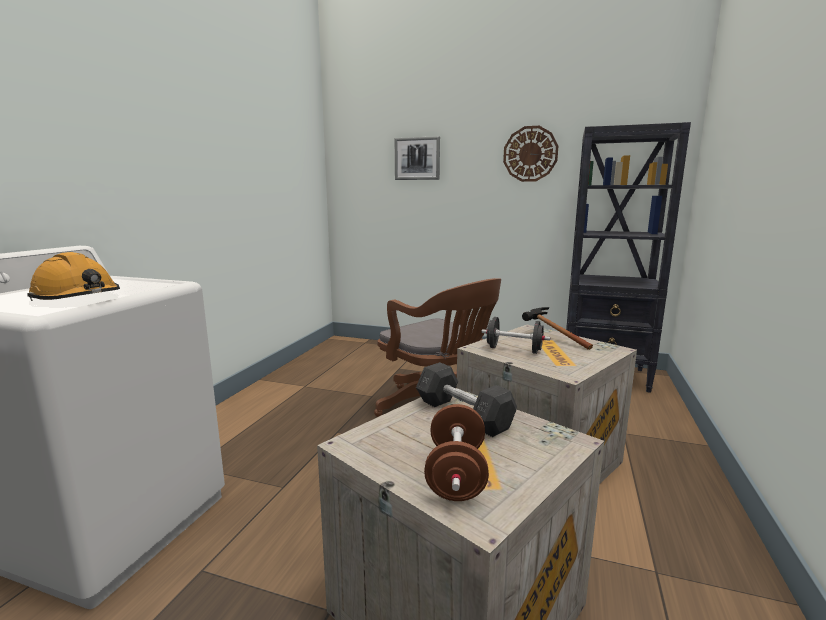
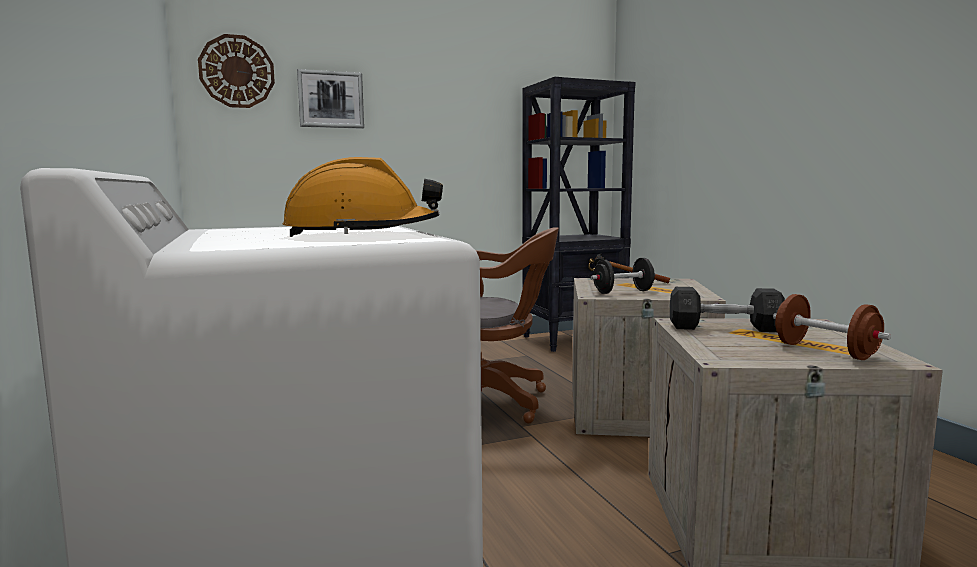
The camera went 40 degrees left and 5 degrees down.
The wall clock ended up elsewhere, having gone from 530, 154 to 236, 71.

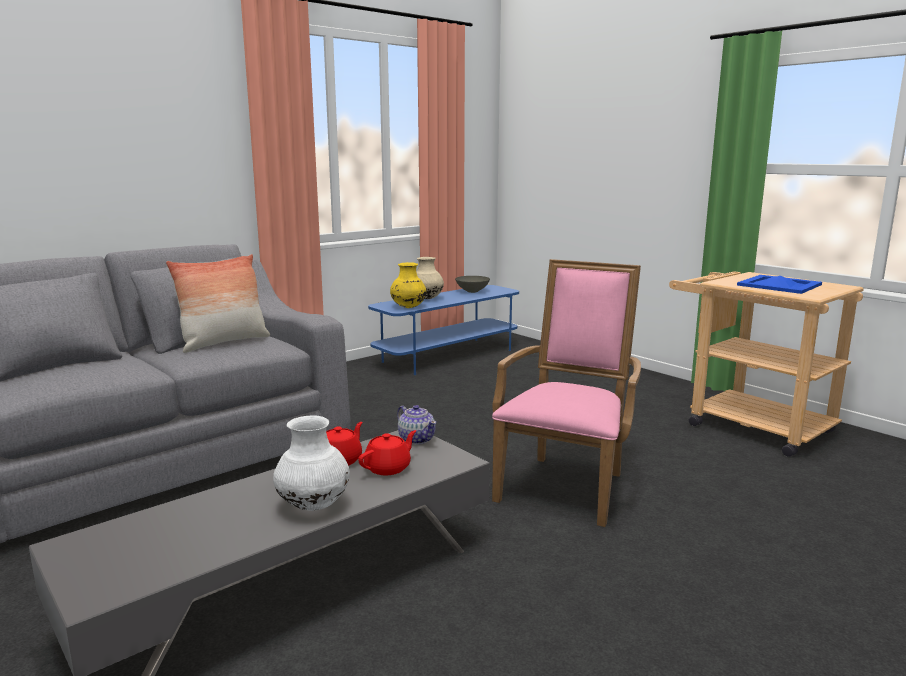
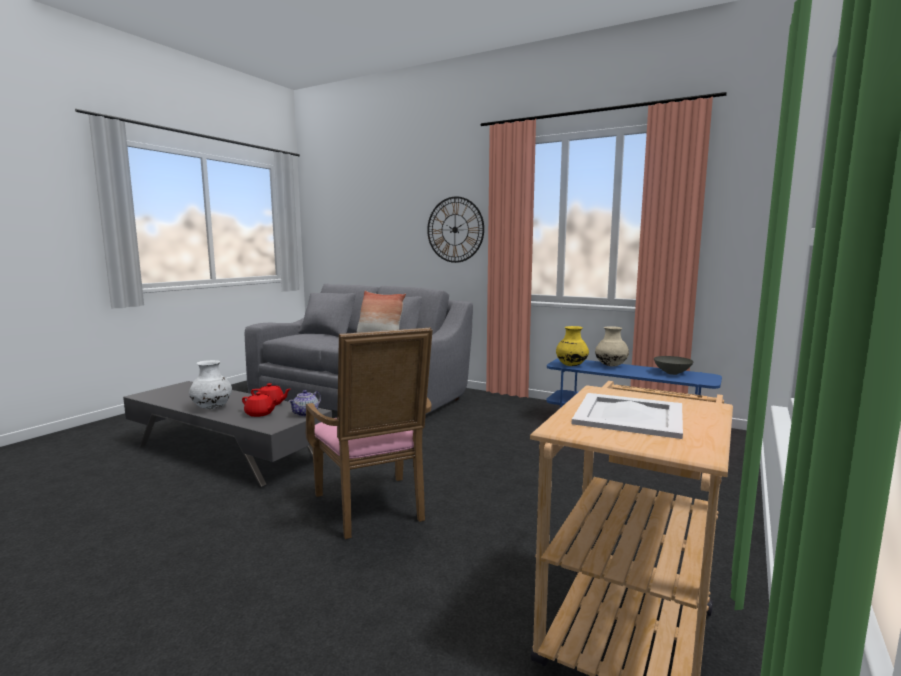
The camera went 70 degrees right and 5 degrees down.
The pink armchair at 566, 393 ended up facing another way, 60 degrees clockwise from before.
The second view gained the wall clock at 455, 230.
What was the blue tray at 779, 284 turned into the white tray at 627, 416.

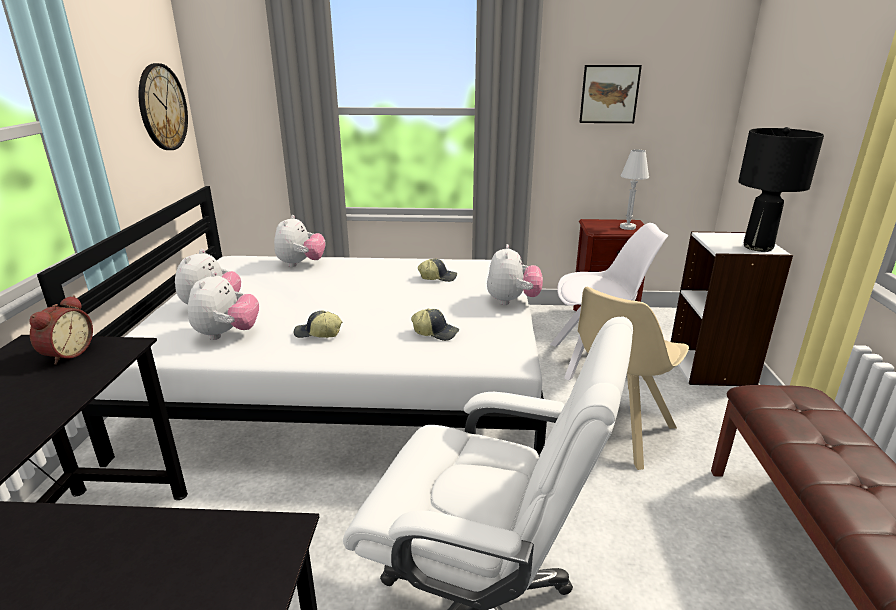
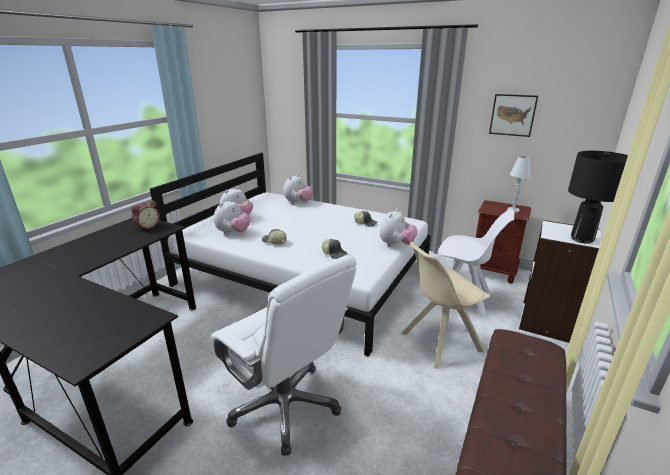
The camera went 25 degrees right and 0 degrees up.
The second view lost the wall clock at 163, 106.

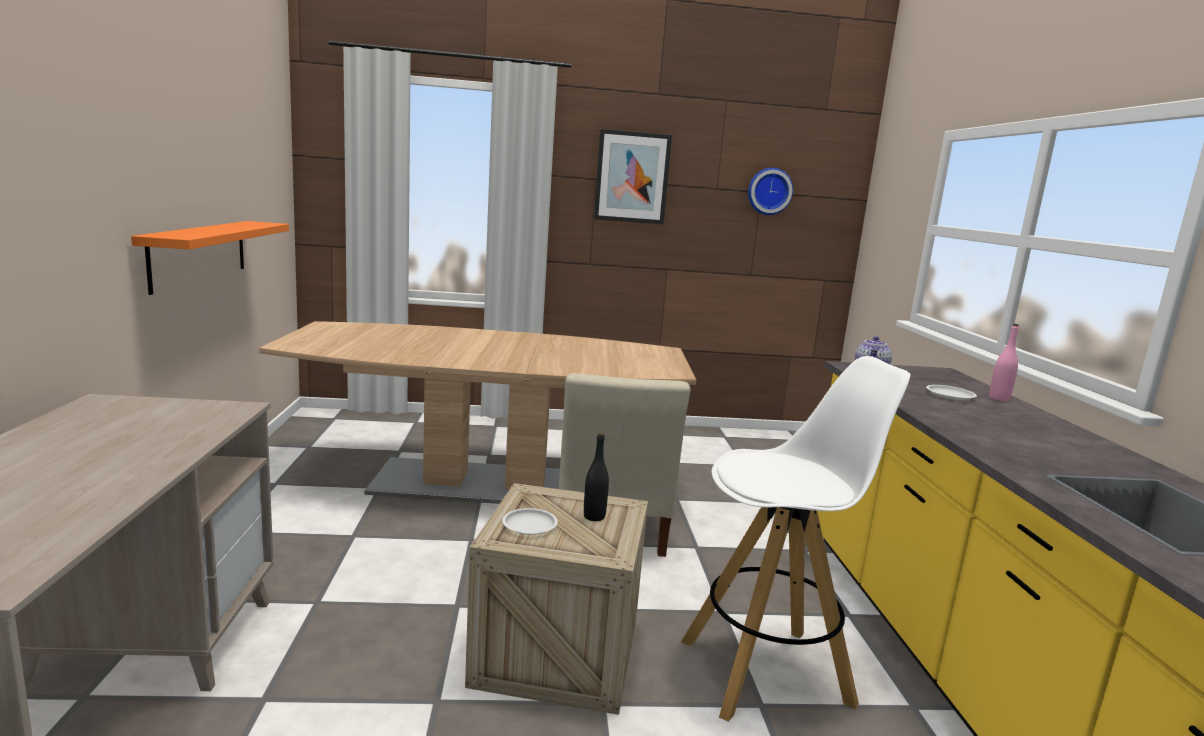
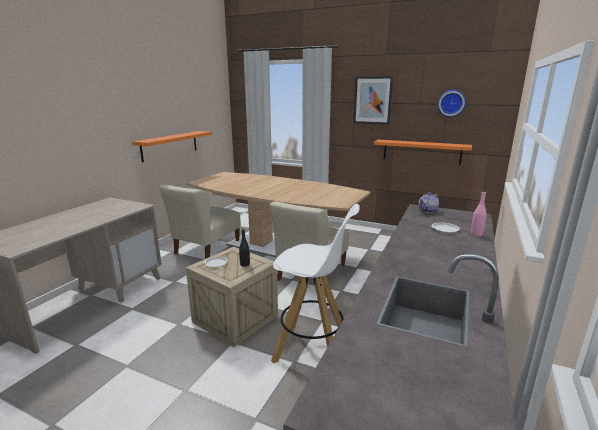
The camera went 30 degrees right and 5 degrees up.
The second view gained the beige chair at 200, 222.
The second view gained the orange shelf at 423, 152.

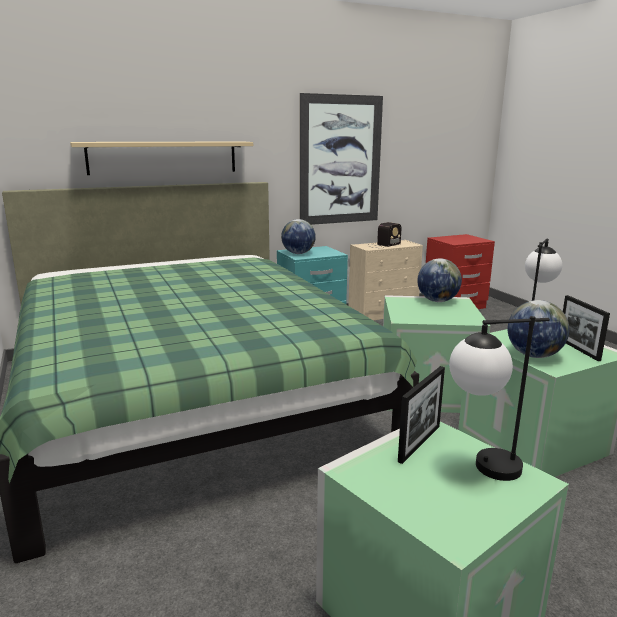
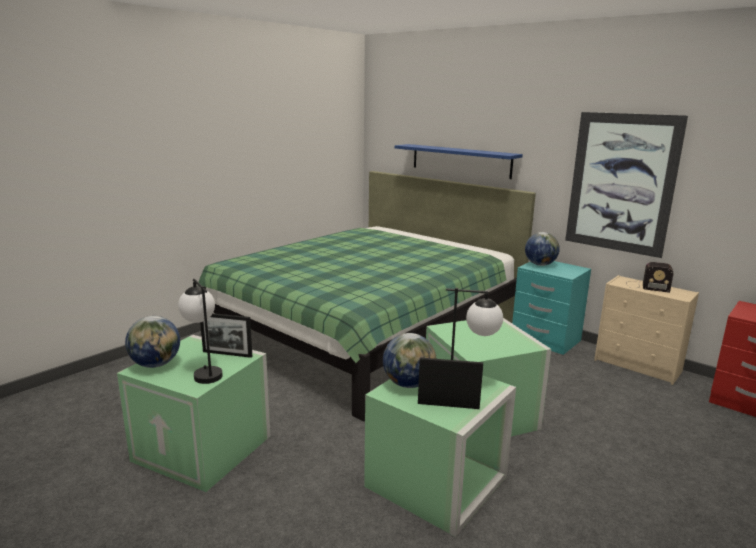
The camera went 65 degrees right and 0 degrees up.
The globe ended up elsewhere, having gone from 439, 280 to 152, 342.
What was the beige shelf at 161, 158 turned into the blue shelf at 459, 161.
The picture frame at 586, 328 ended up facing another way, 45 degrees clockwise from before.

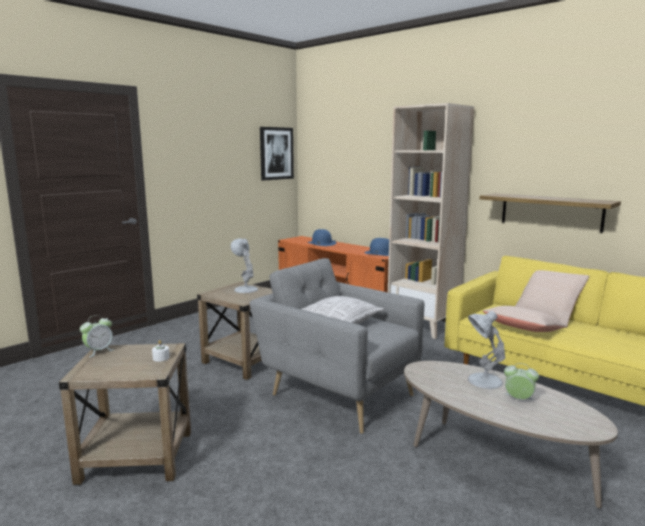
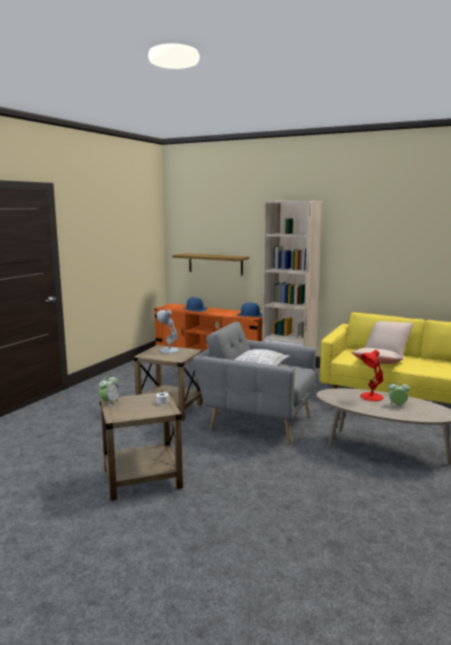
The camera went 15 degrees left and 0 degrees up.
The shelf ended up elsewhere, having gone from 550, 213 to 210, 264.
What was the white table lamp at 486, 350 turned into the red table lamp at 371, 375.
The second view lost the picture at 277, 153.

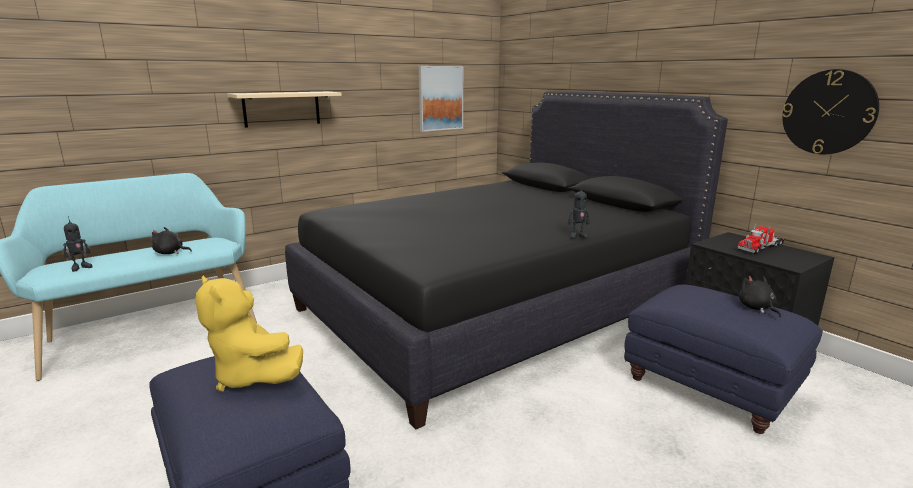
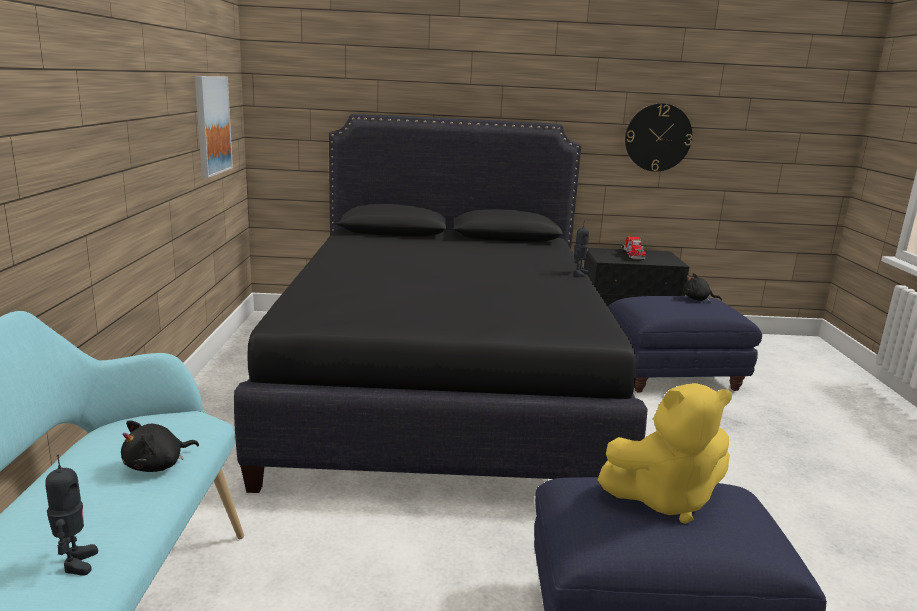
The camera went 55 degrees left and 0 degrees up.
The second view lost the beige shelf at 285, 110.

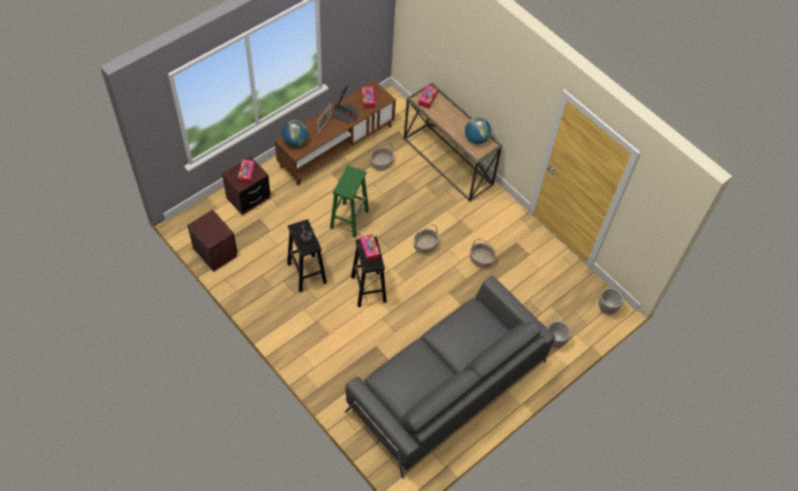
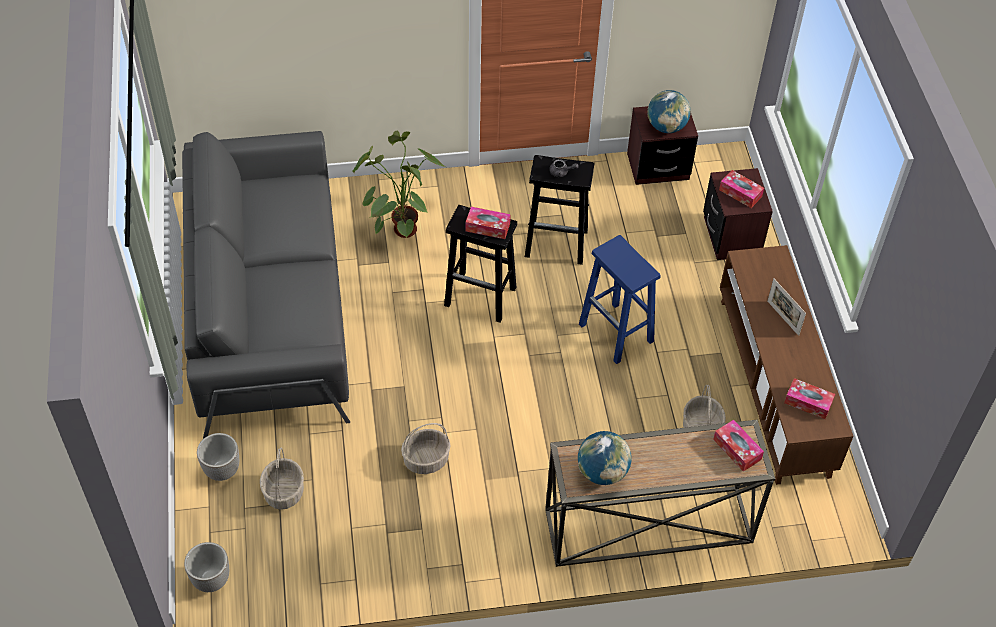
The camera went 125 degrees right and 5 degrees down.
The basket ended up elsewhere, having gone from 426, 239 to 282, 479.
The second view gained the potted plant at 399, 184.
What was the green stool at 349, 201 turned into the blue stool at 620, 299.
The globe ended up elsewhere, having gone from 295, 133 to 669, 111.
The second view lost the table lamp at 346, 104.

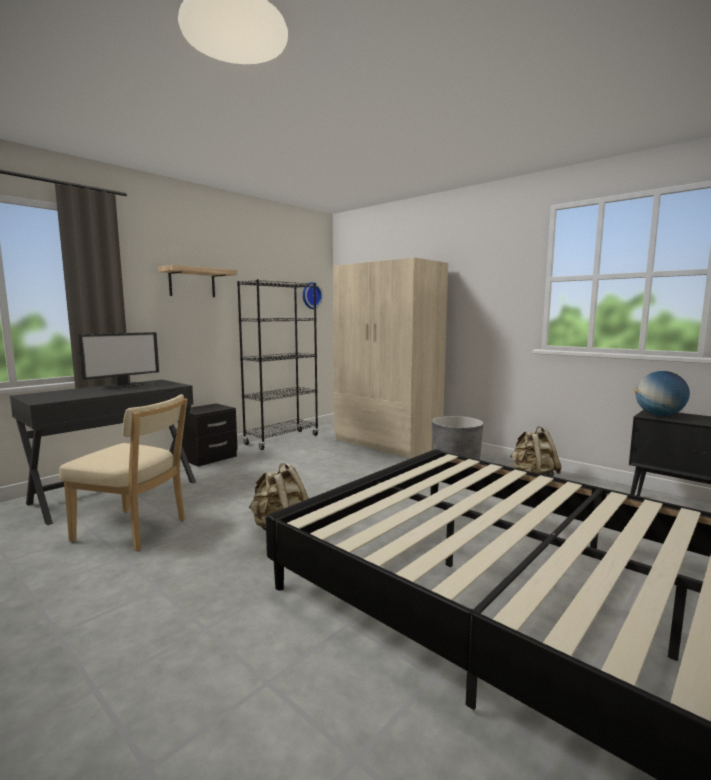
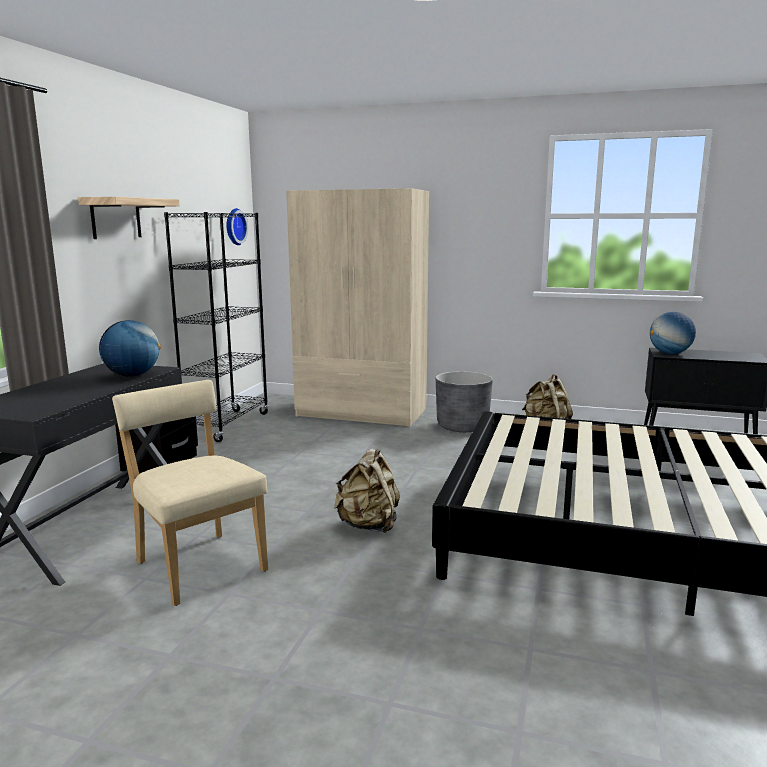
The camera went 25 degrees left and 5 degrees up.
The second view gained the globe at 130, 348.
The beige chair at 123, 472 ended up facing another way, 120 degrees counterclockwise from before.
The second view lost the monitor at 118, 360.

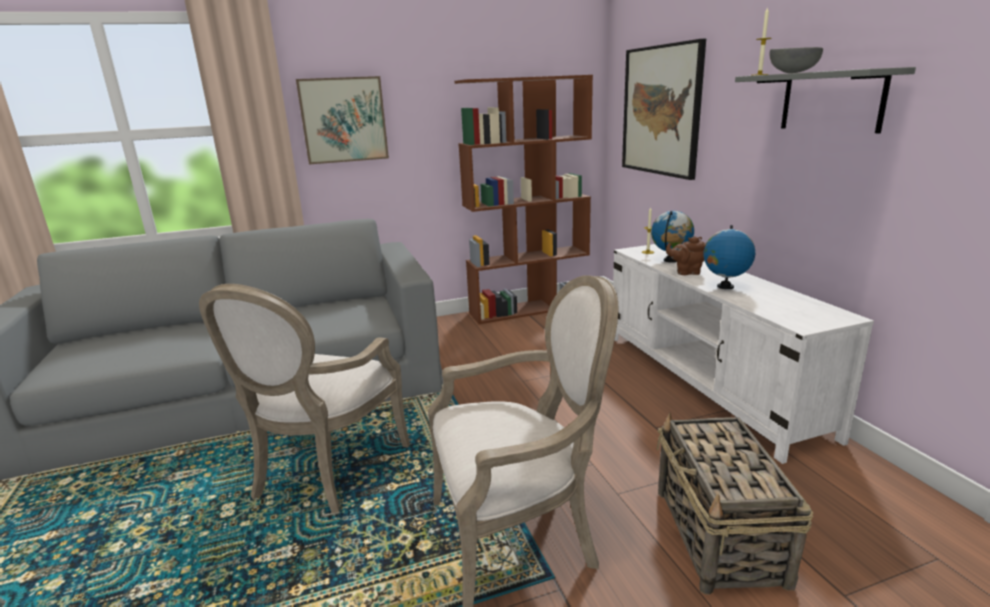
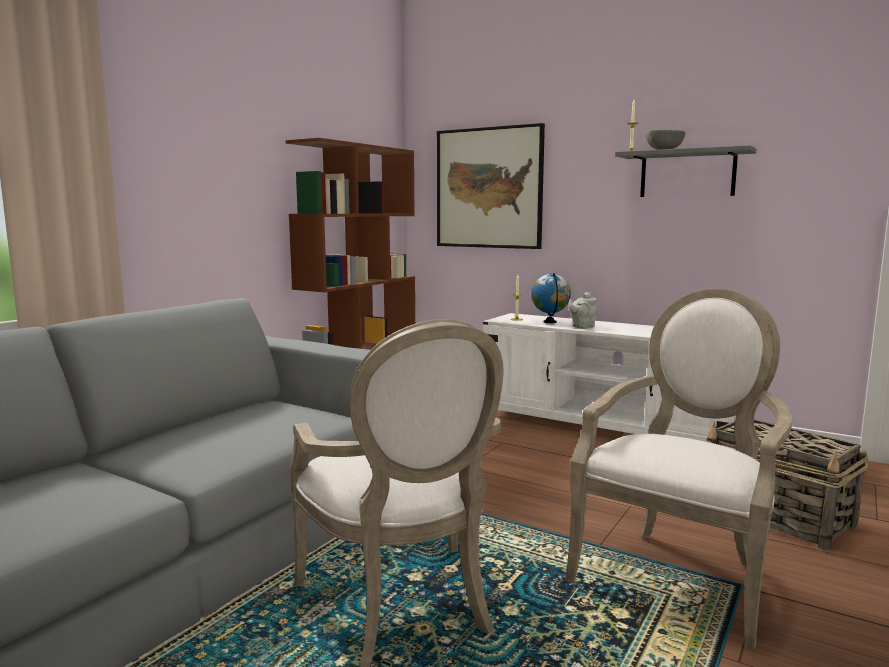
The camera went 40 degrees left and 10 degrees down.
What was the brown teapot at 686, 255 turned into the grey teapot at 583, 310.
The second view lost the picture at 342, 120.
The second view lost the globe at 729, 257.

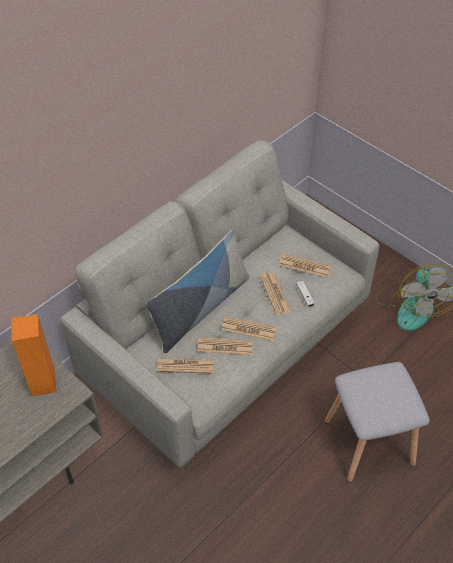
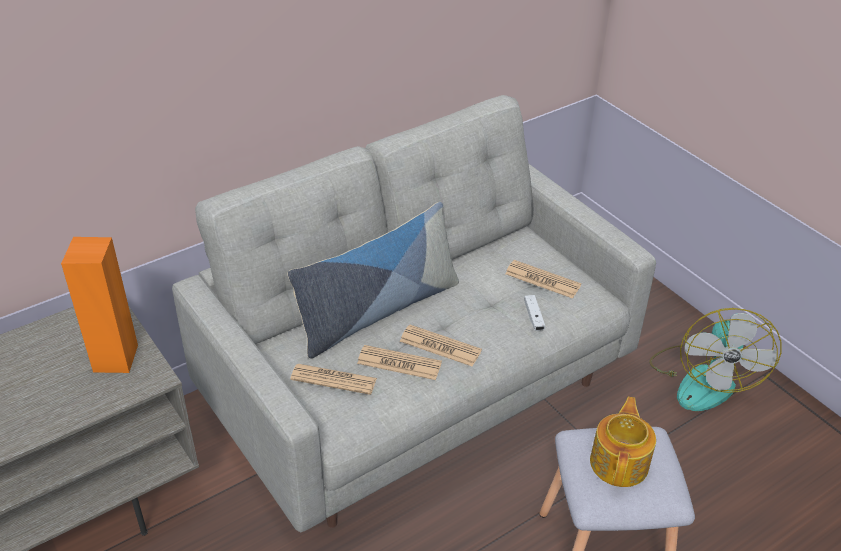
The camera went 10 degrees right and 10 degrees down.
The second view gained the teapot at 623, 442.
The second view lost the newspaper at 275, 294.

